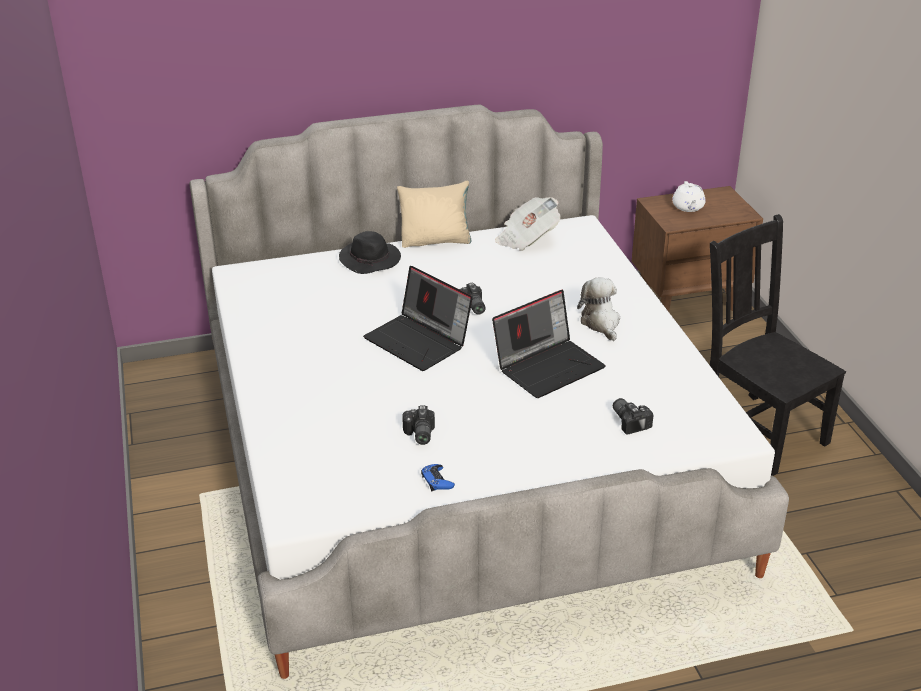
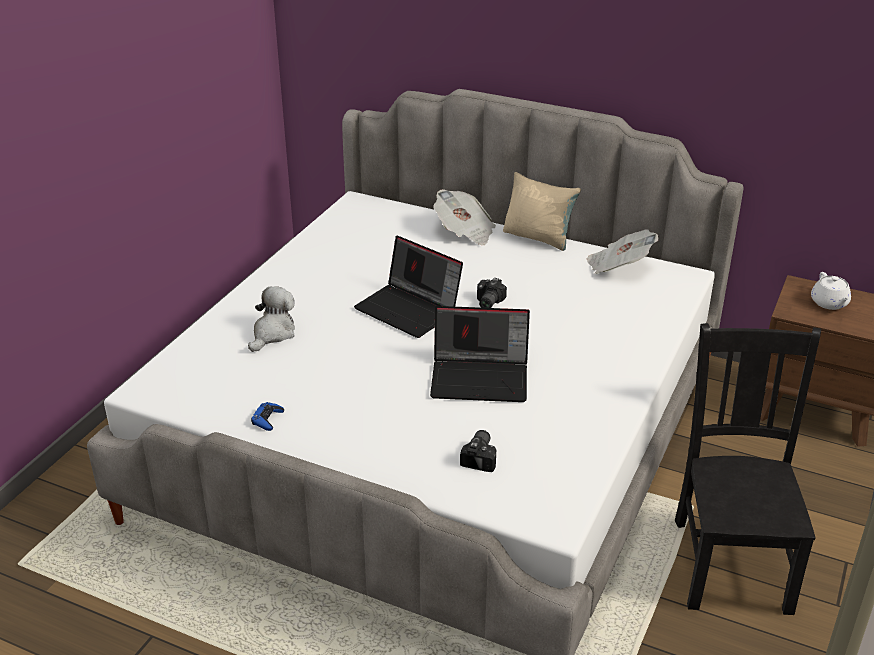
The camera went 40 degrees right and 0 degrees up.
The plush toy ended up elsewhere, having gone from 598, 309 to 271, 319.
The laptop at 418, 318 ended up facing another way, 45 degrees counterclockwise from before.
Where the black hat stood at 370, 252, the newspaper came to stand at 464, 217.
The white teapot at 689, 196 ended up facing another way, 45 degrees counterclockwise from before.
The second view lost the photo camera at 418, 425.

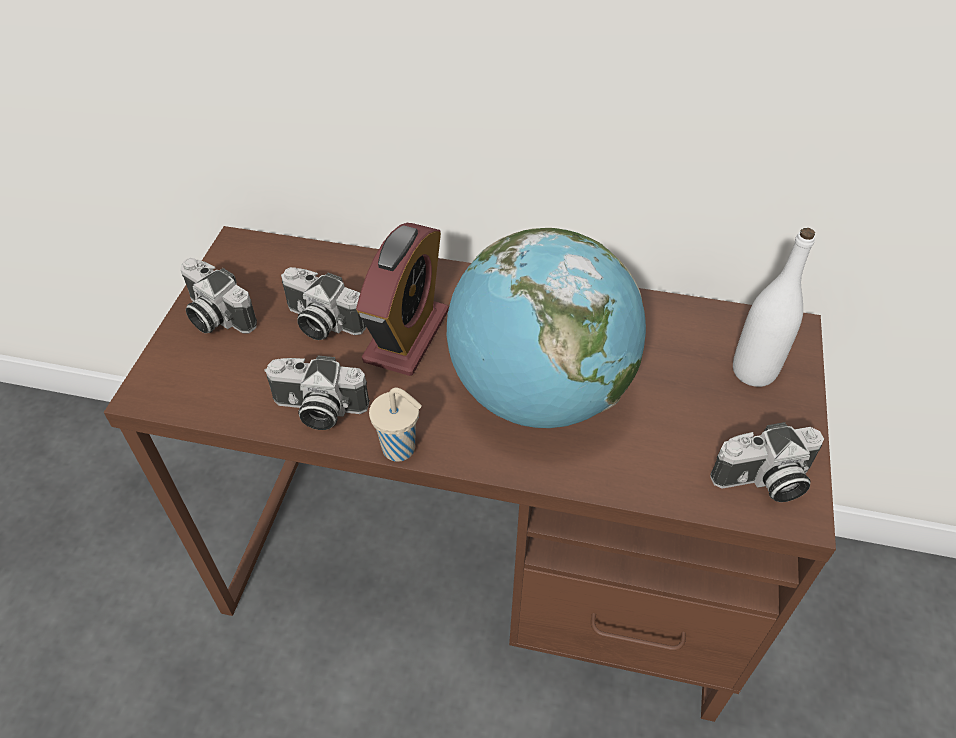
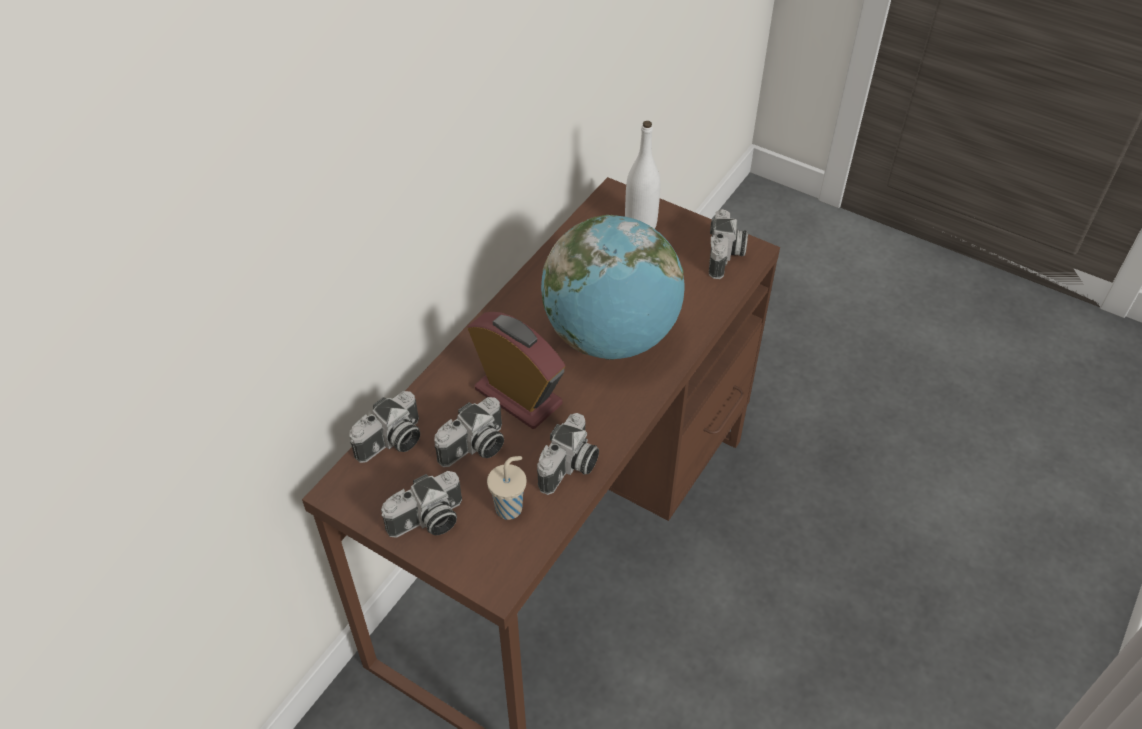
The camera went 70 degrees left and 0 degrees up.
The second view gained the photo camera at 384, 427.
The beige cup ended up elsewhere, having gone from 395, 424 to 507, 488.

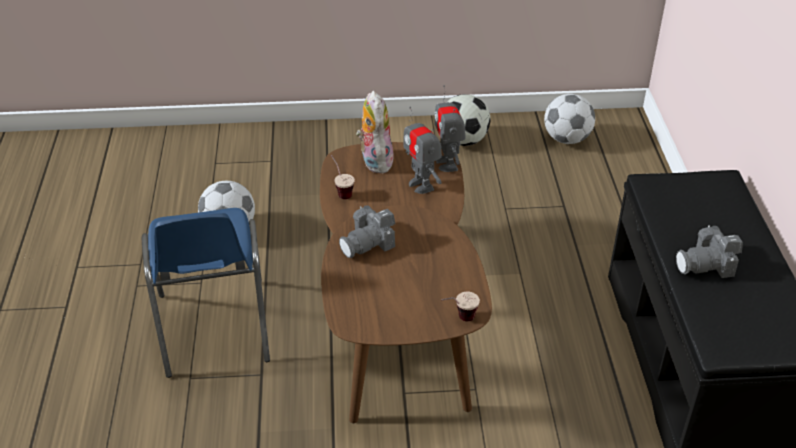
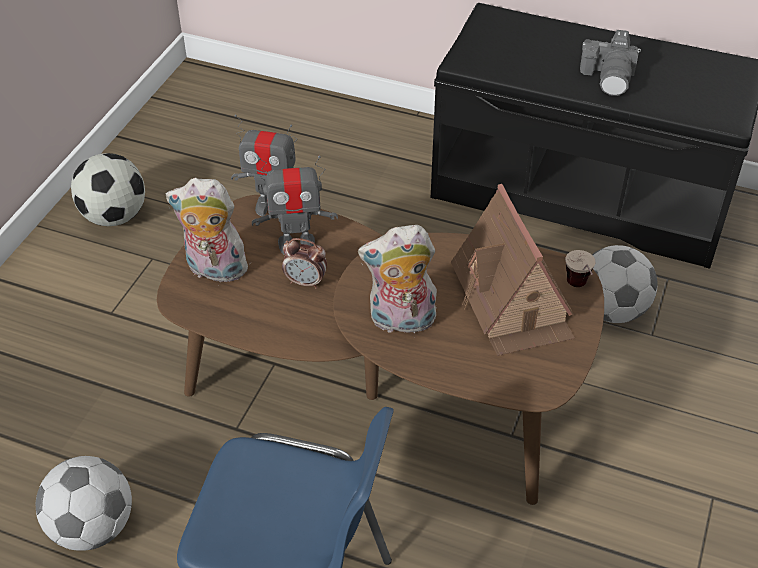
The camera went 65 degrees left and 5 degrees up.
The second view gained the alarm clock at 304, 263.
Where the photo camera stood at 367, 231, the plush toy came to stand at 397, 279.
The second view gained the toy house at 513, 270.
The football ended up elsewhere, having gone from 569, 119 to 624, 284.
The second view lost the cup at 343, 177.

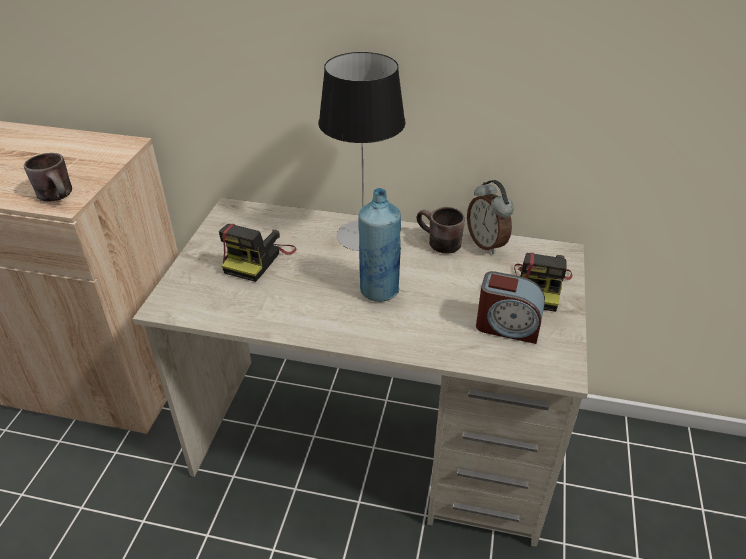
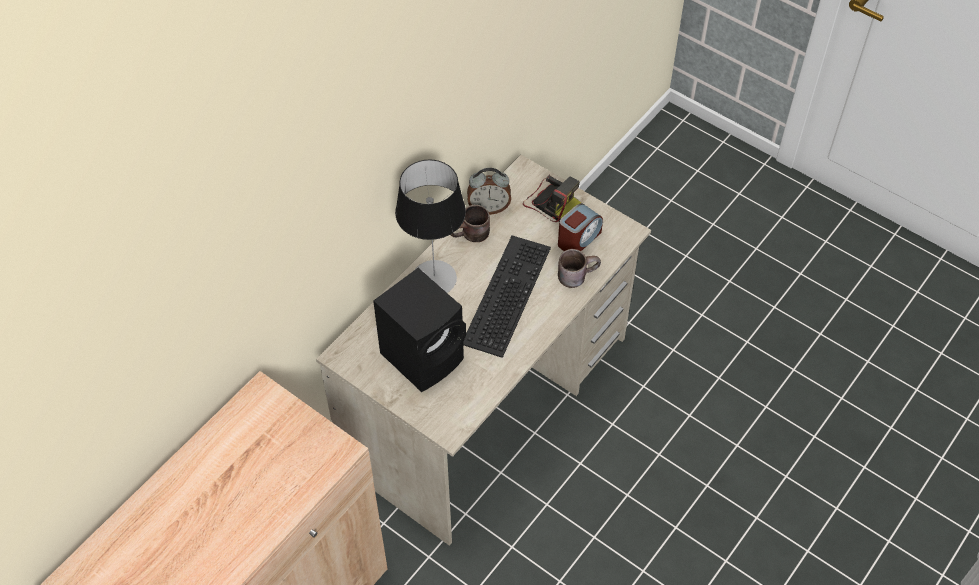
The camera went 65 degrees left and 15 degrees up.
Where the photo camera stood at 258, 253, the black speaker came to stand at 419, 330.
Where the blue bottle stood at 380, 245, the keyboard came to stand at 507, 296.
The brown mug ended up elsewhere, having gone from 48, 177 to 579, 268.

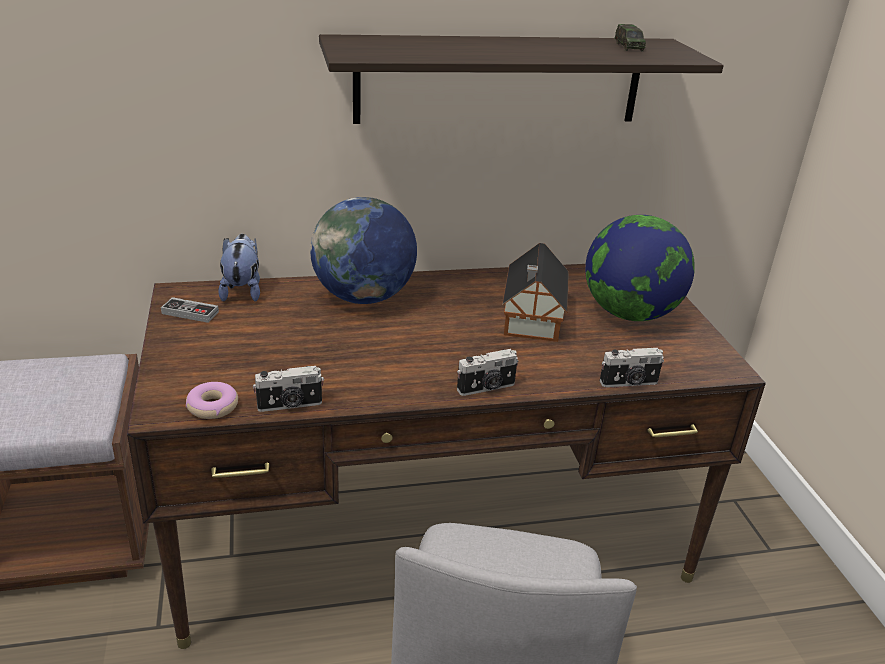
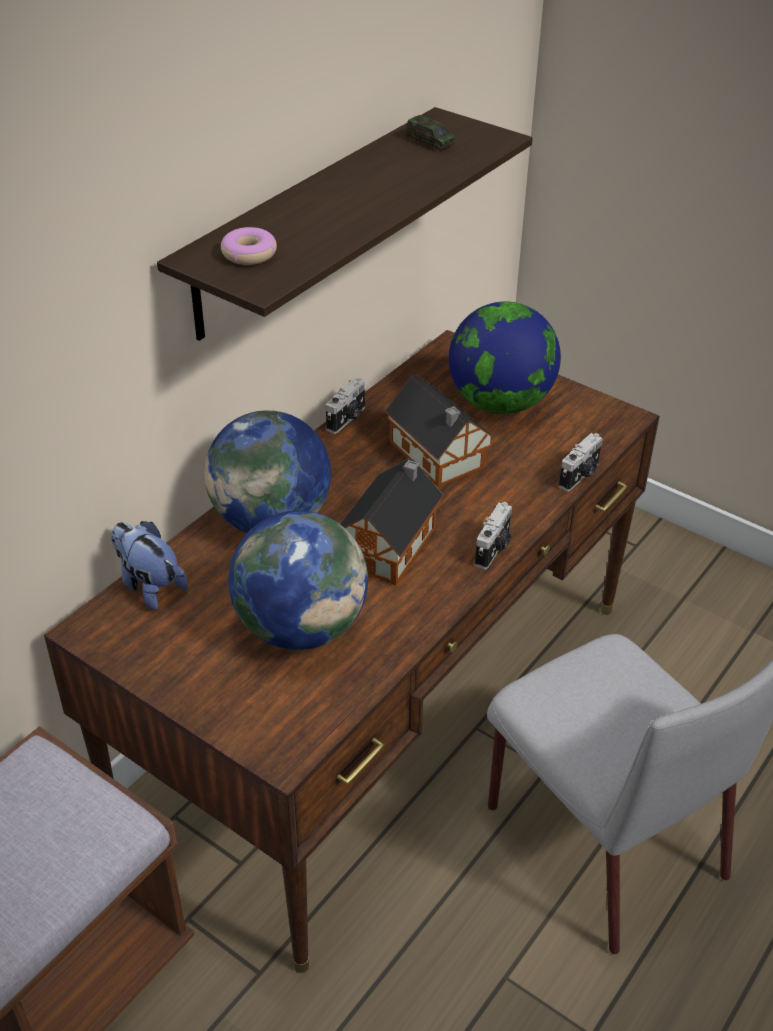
The camera went 40 degrees left and 10 degrees up.
The donut ended up elsewhere, having gone from 212, 400 to 249, 246.
The second view gained the globe at 298, 580.
The photo camera ended up elsewhere, having gone from 288, 389 to 345, 406.
The second view gained the toy house at 391, 522.
The second view lost the game controller at 190, 310.

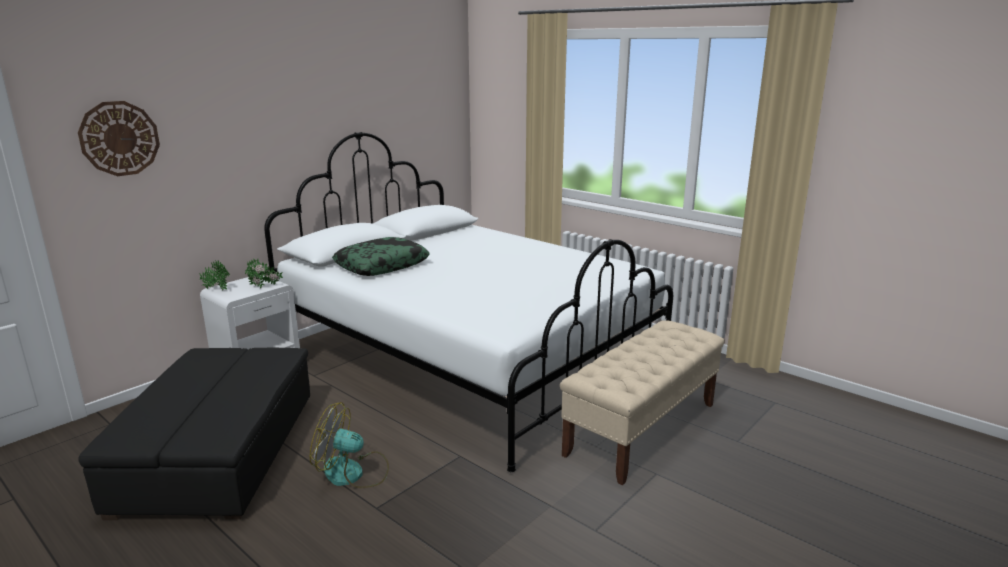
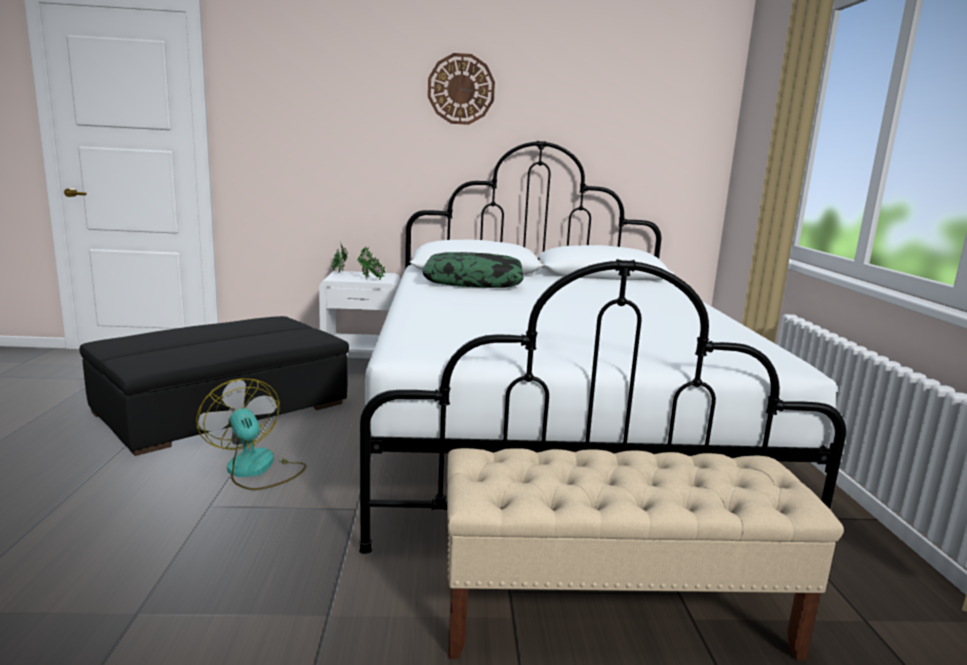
The camera went 45 degrees right and 5 degrees down.
The wall clock ended up elsewhere, having gone from 119, 138 to 461, 89.

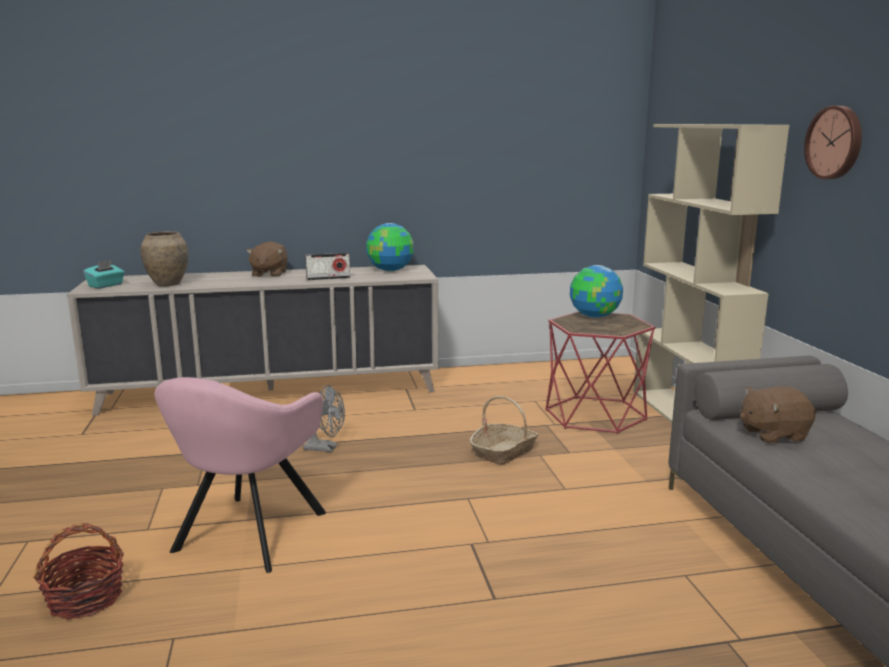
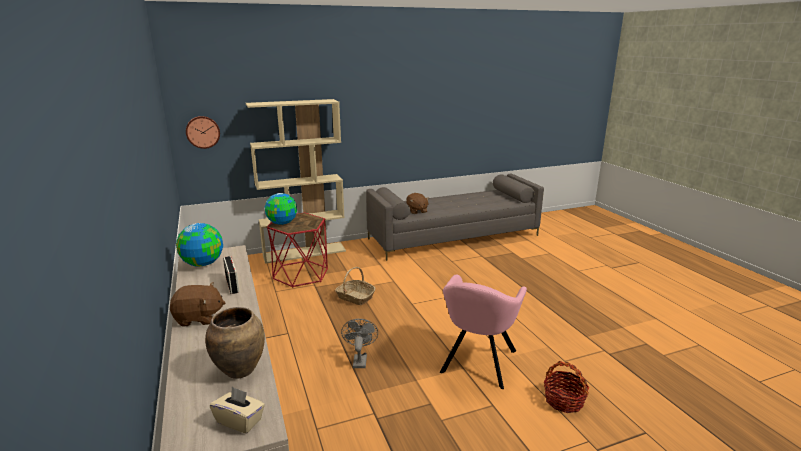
The camera went 100 degrees left and 5 degrees up.
The wall clock ended up elsewhere, having gone from 833, 142 to 203, 132.
What was the turquoise tissue box at 104, 274 turned into the beige tissue box at 237, 410.
The pink armchair at 240, 475 ended up facing another way, 105 degrees clockwise from before.

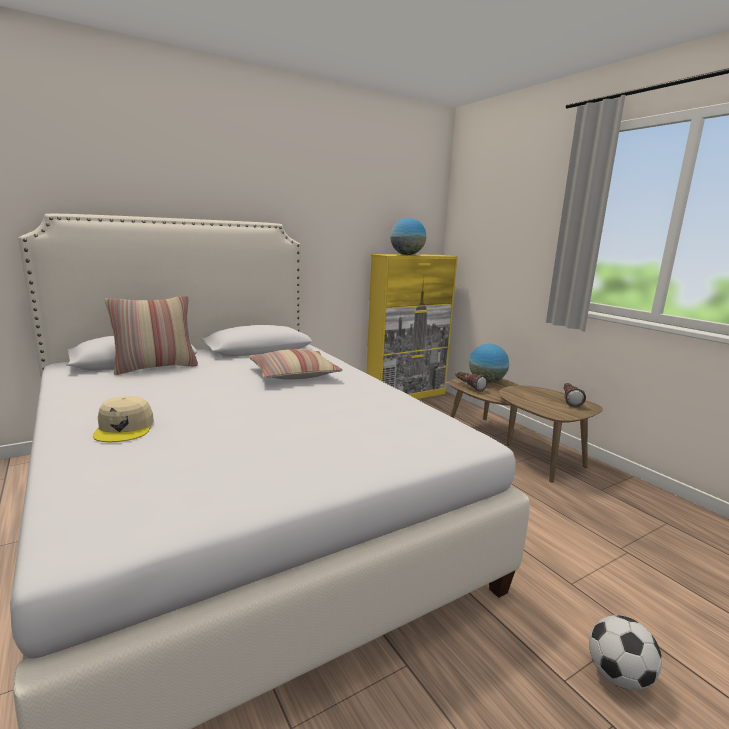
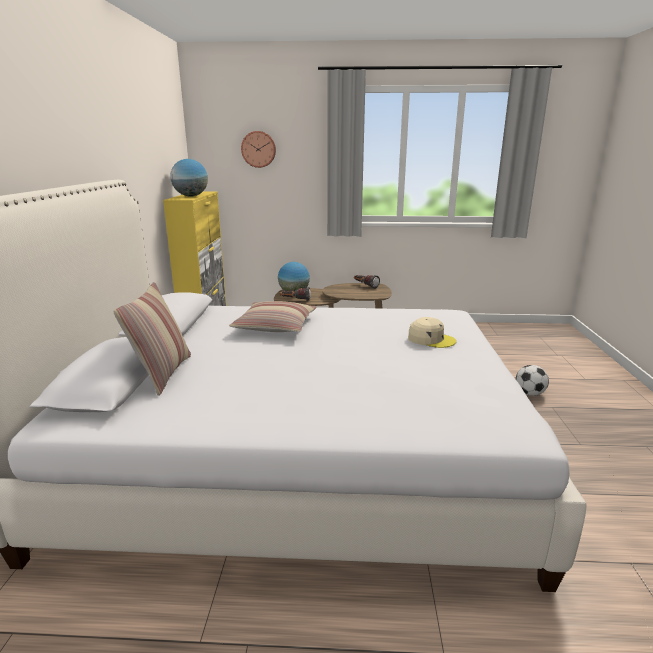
The camera went 55 degrees left and 5 degrees up.
The second view gained the wall clock at 258, 149.
The beige cap ended up elsewhere, having gone from 123, 419 to 432, 332.

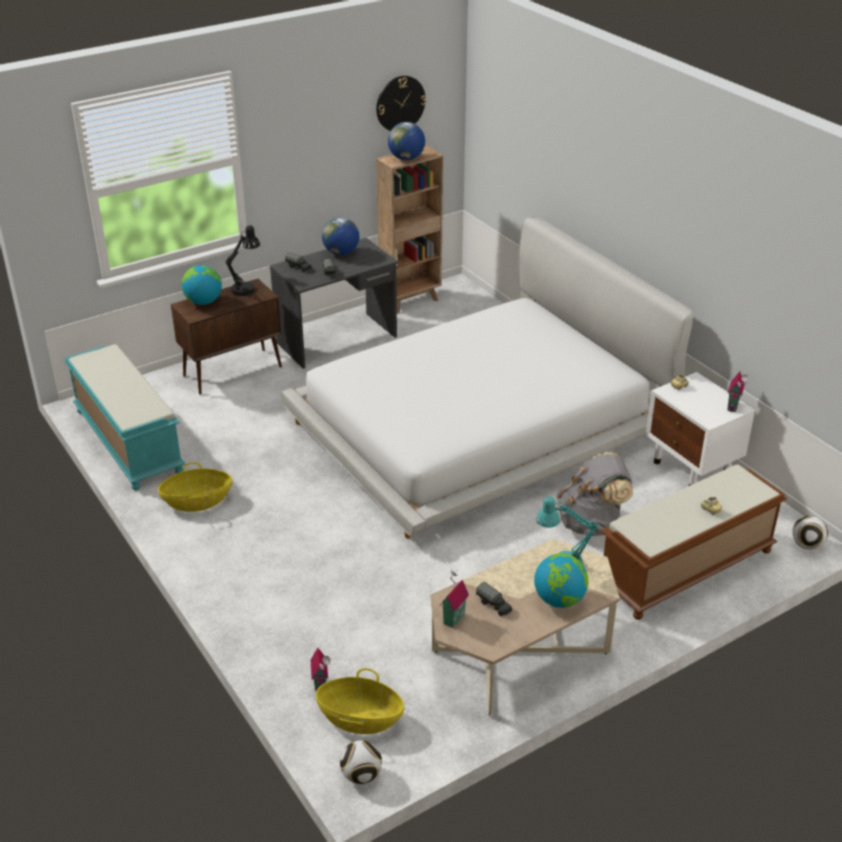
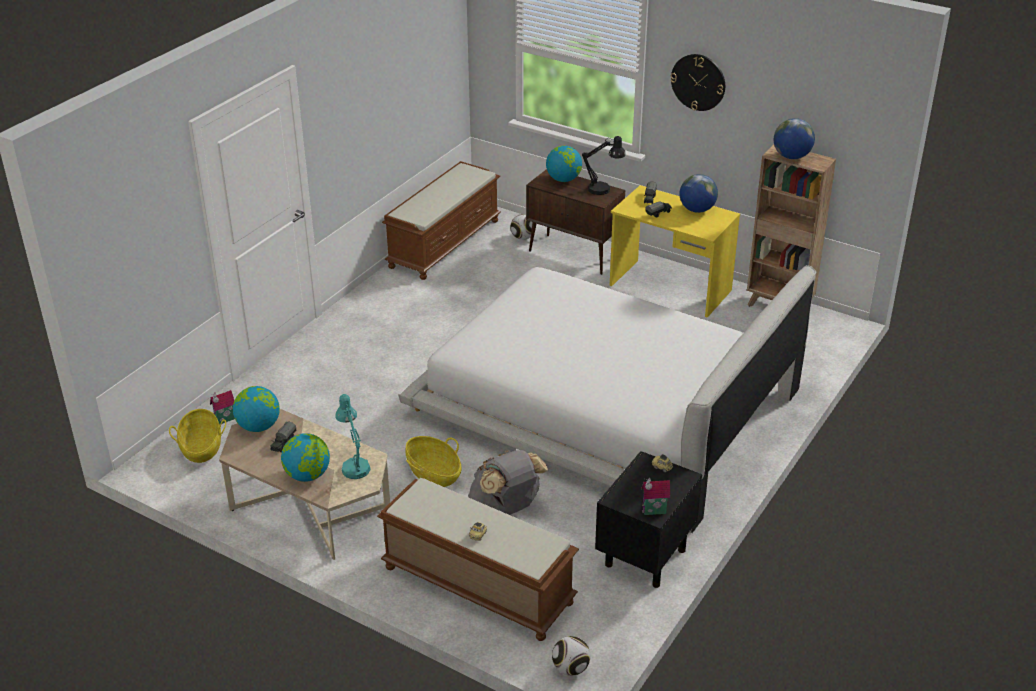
The camera went 65 degrees right and 0 degrees up.
Where the toy house stood at 455, 599, the globe came to stand at 256, 409.
What was the turquoise bench at 125, 417 turned into the brown bench at 441, 220.
The basket ended up elsewhere, having gone from 195, 487 to 433, 461.
The football ended up elsewhere, having gone from 361, 762 to 521, 227.
What was the white nightstand at 700, 429 turned into the black nightstand at 648, 519.
What was the grey desk at 334, 303 turned into the yellow desk at 675, 251.
The wall clock ended up elsewhere, having gone from 401, 103 to 697, 82.

